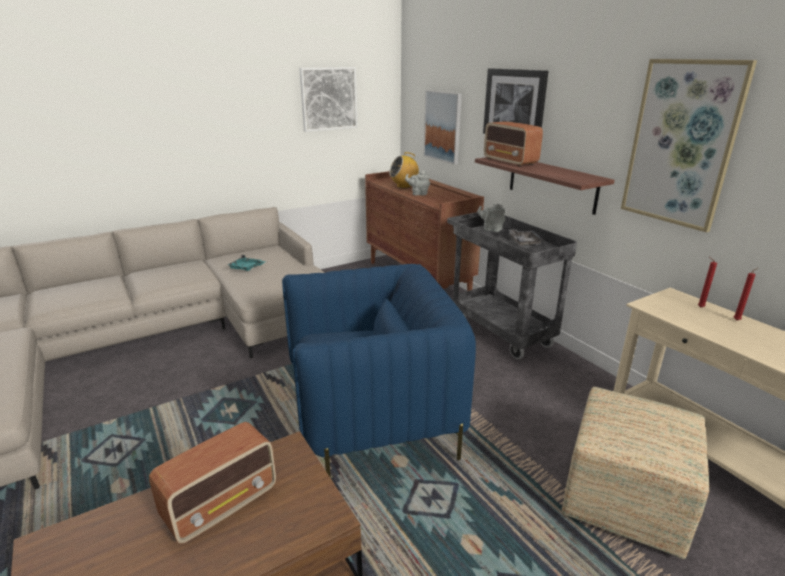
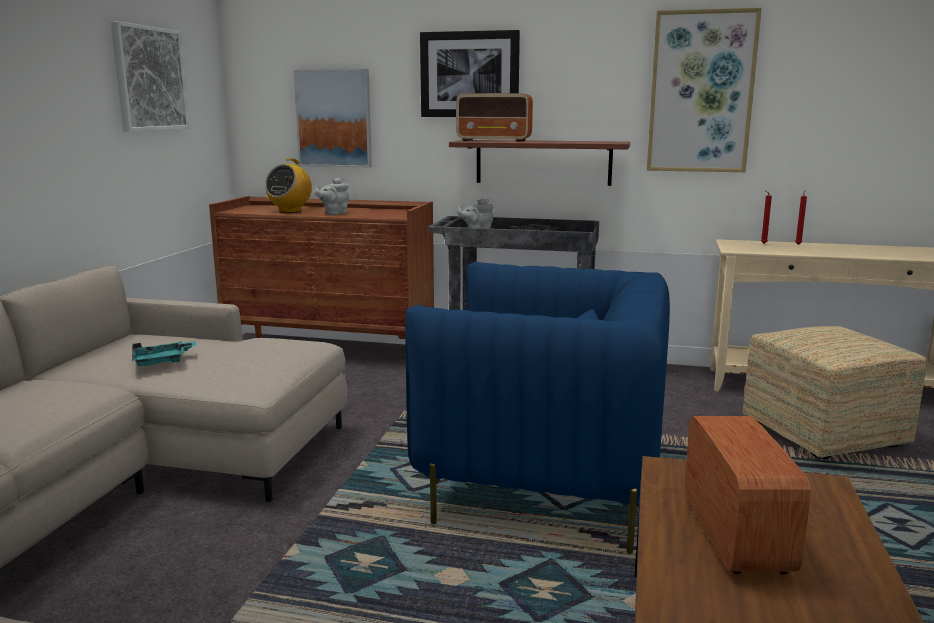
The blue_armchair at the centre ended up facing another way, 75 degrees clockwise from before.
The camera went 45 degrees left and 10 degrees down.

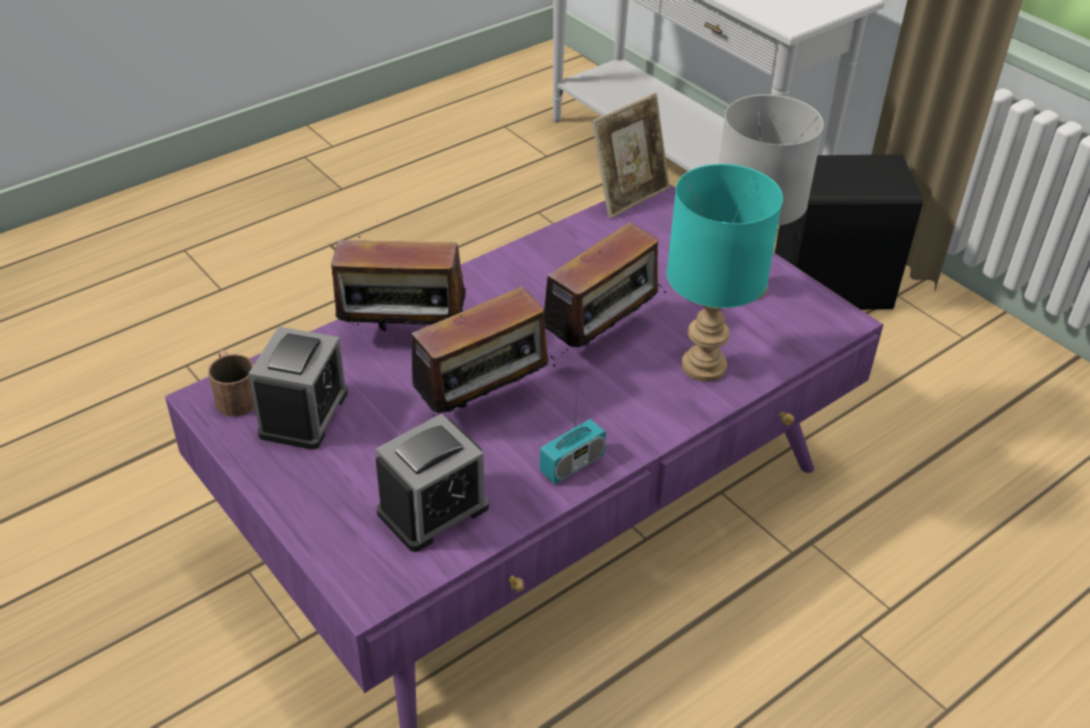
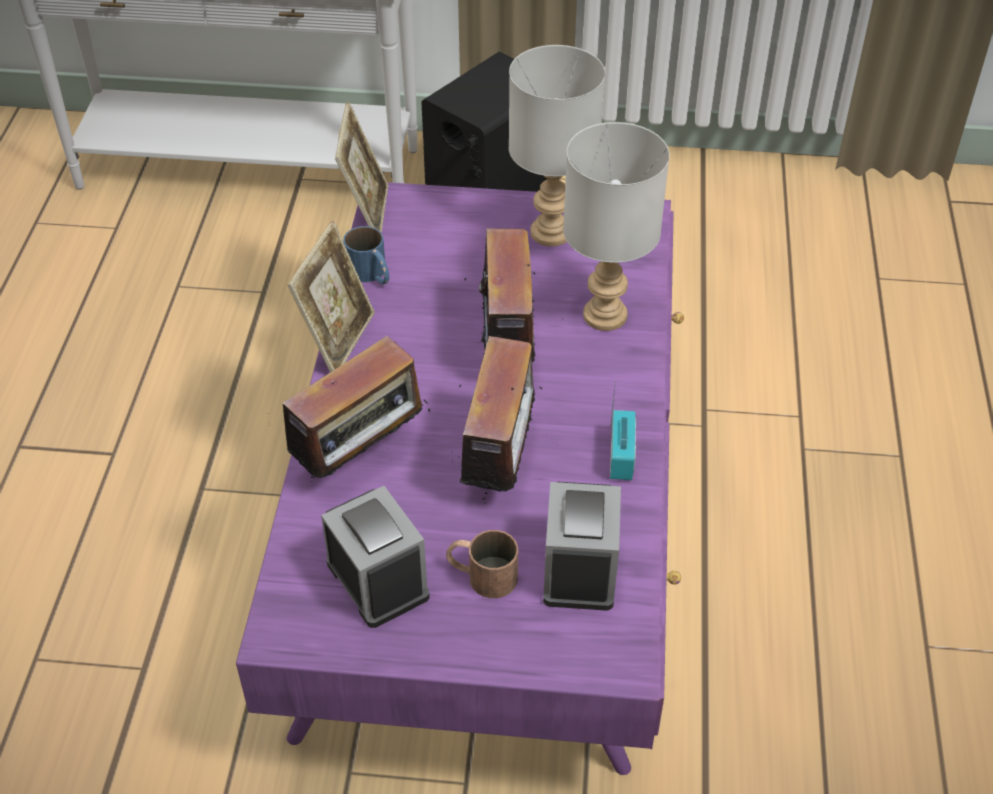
The second view gained the picture_frame (no. 1 from left) at the centre.
The second view gained the blue_mug at the top centre.
The brown_mug ended up elsewhere, having gone from the middle left to the bottom centre.
What was the turquoise_table_lamp at the centre turned into the grey_table_lamp (no. 2 from left) at the top centre.
The camera went 45 degrees left and 5 degrees up.

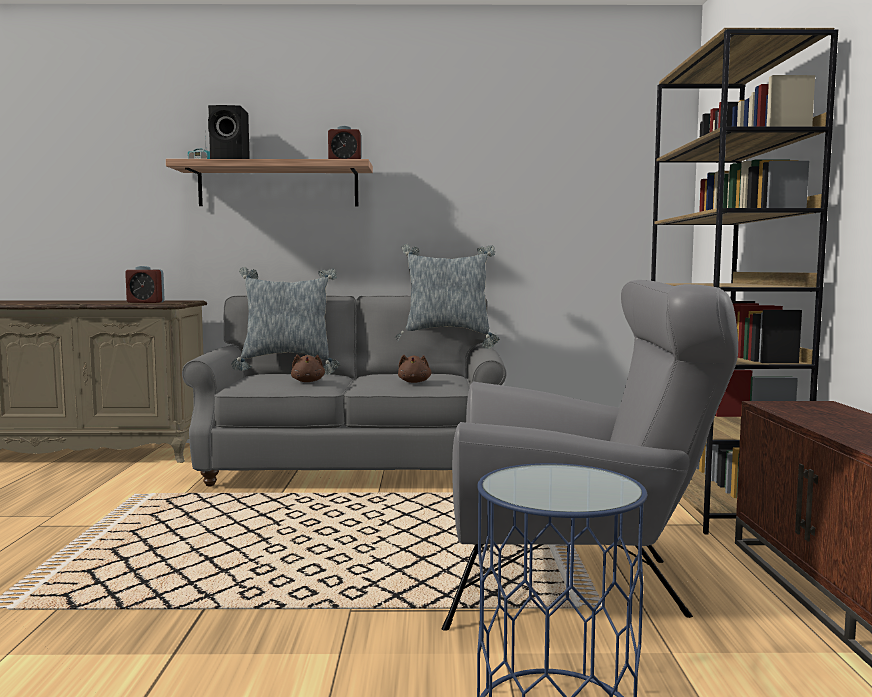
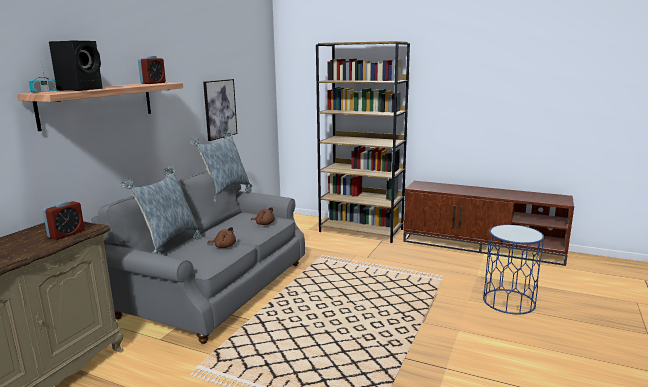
The second view lost the grey_armchair at the middle right.
The second view gained the picture at the top centre.
The camera went 65 degrees left and 10 degrees up.

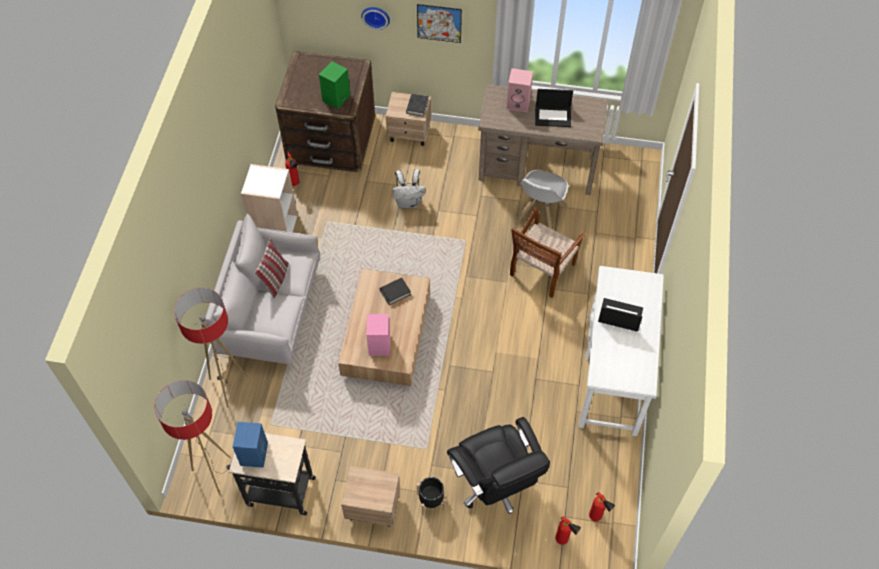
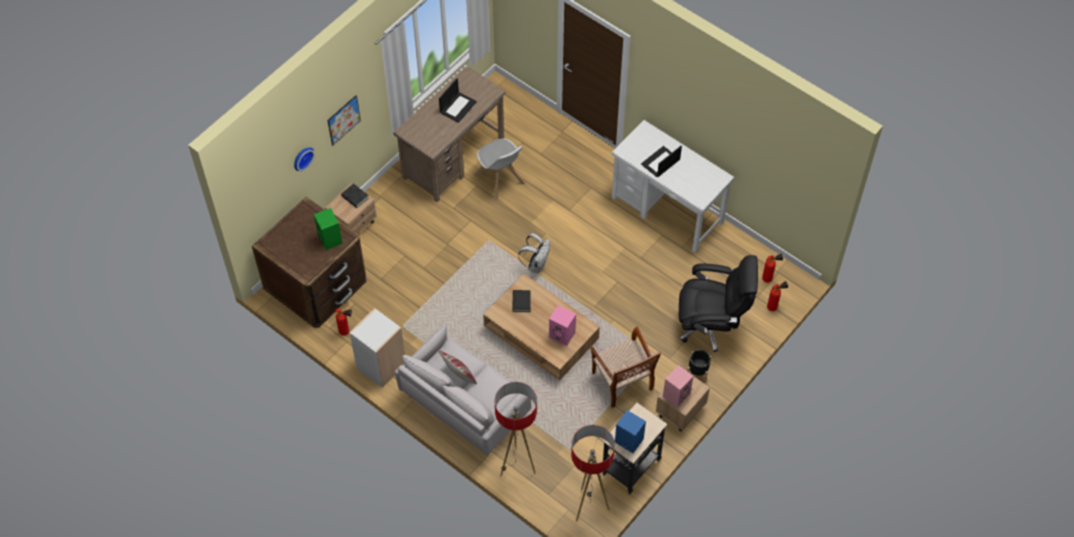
The white_backpack ended up elsewhere, having gone from the top centre to the centre.
The pink_speaker (no. 2 from left) ended up elsewhere, having gone from the top centre to the bottom centre.
The brown_armchair ended up elsewhere, having gone from the centre to the bottom centre.
The camera went 60 degrees left and 0 degrees up.

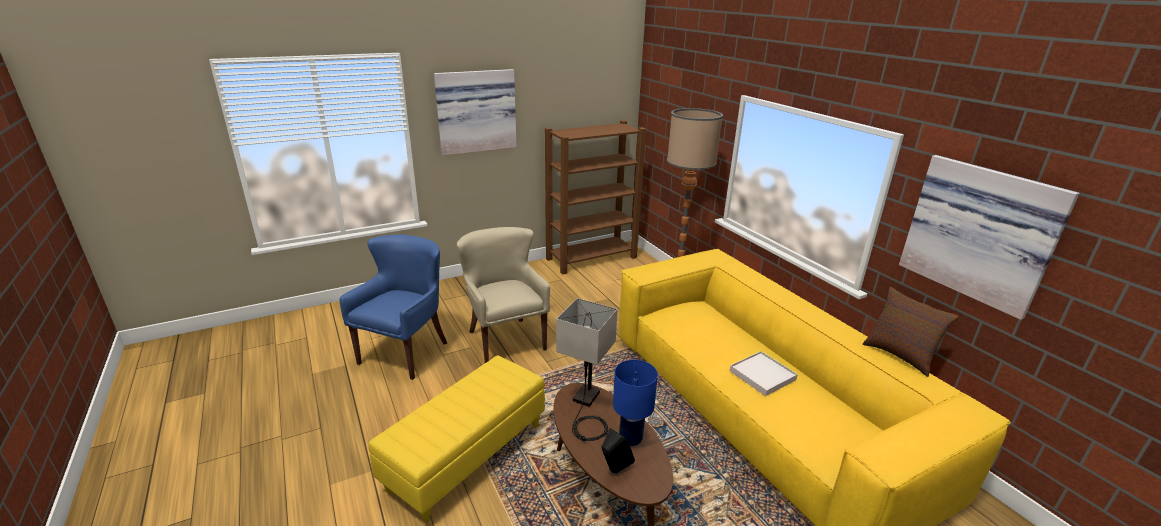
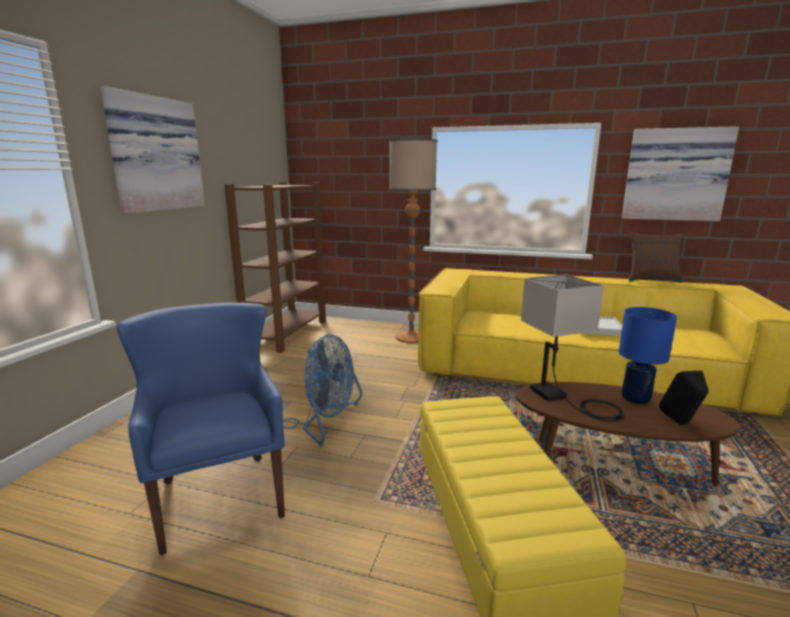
Where the beige_armchair stood at the centre, the blue_fan came to stand at the centre.
The camera went 45 degrees left and 10 degrees down.

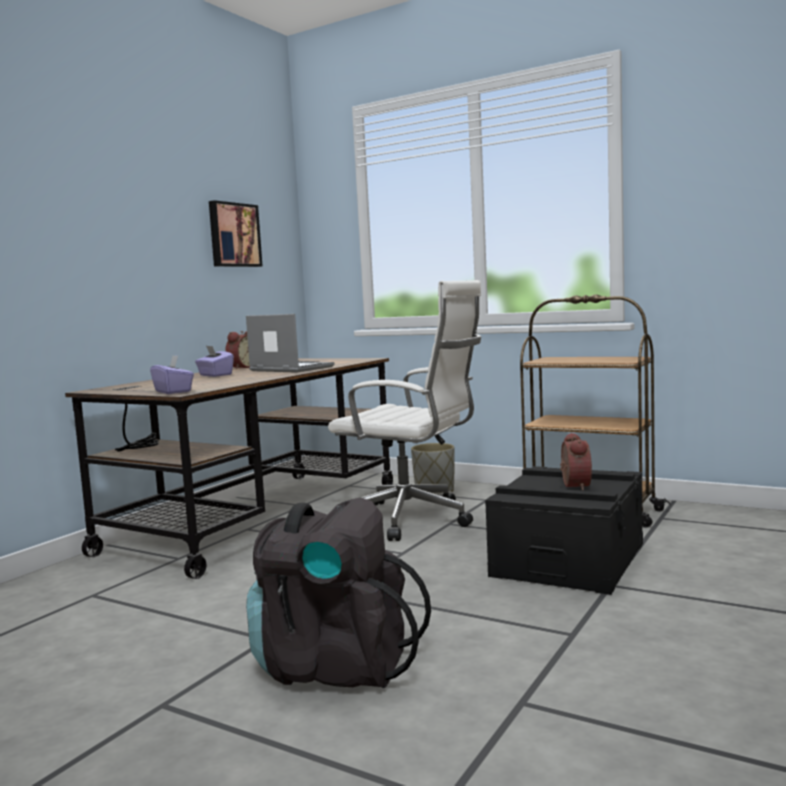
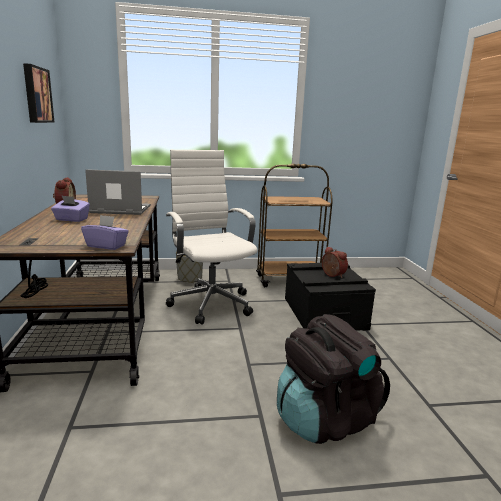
The white_office_chair at the centre ended up facing another way, 105 degrees counterclockwise from before.
The camera went 40 degrees left and 10 degrees up.

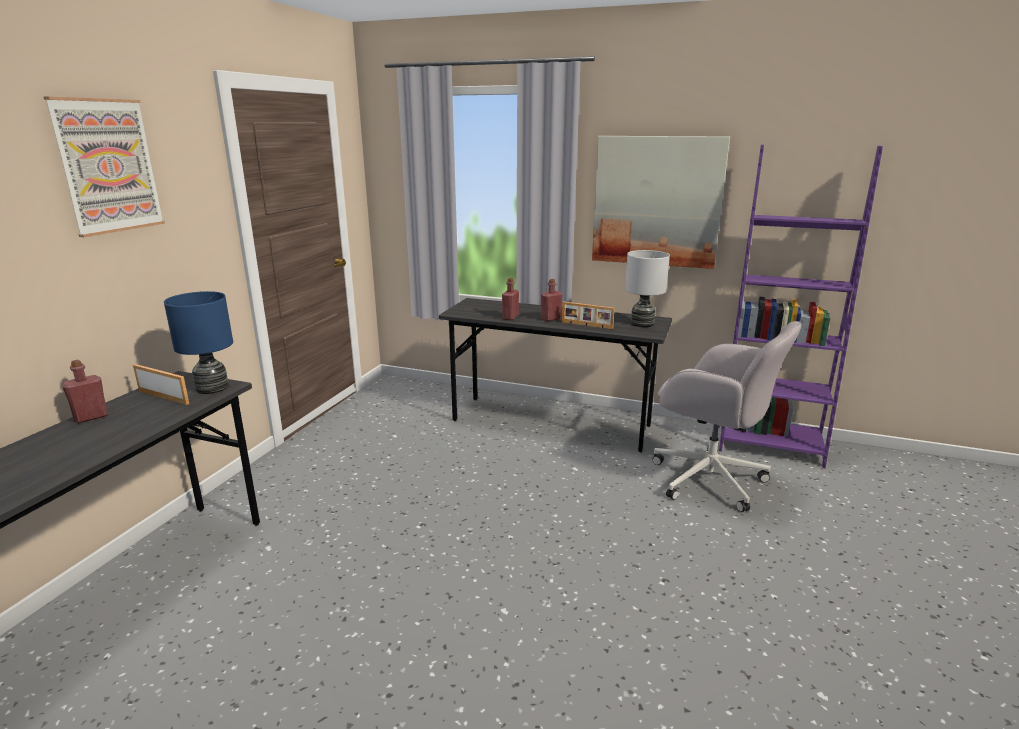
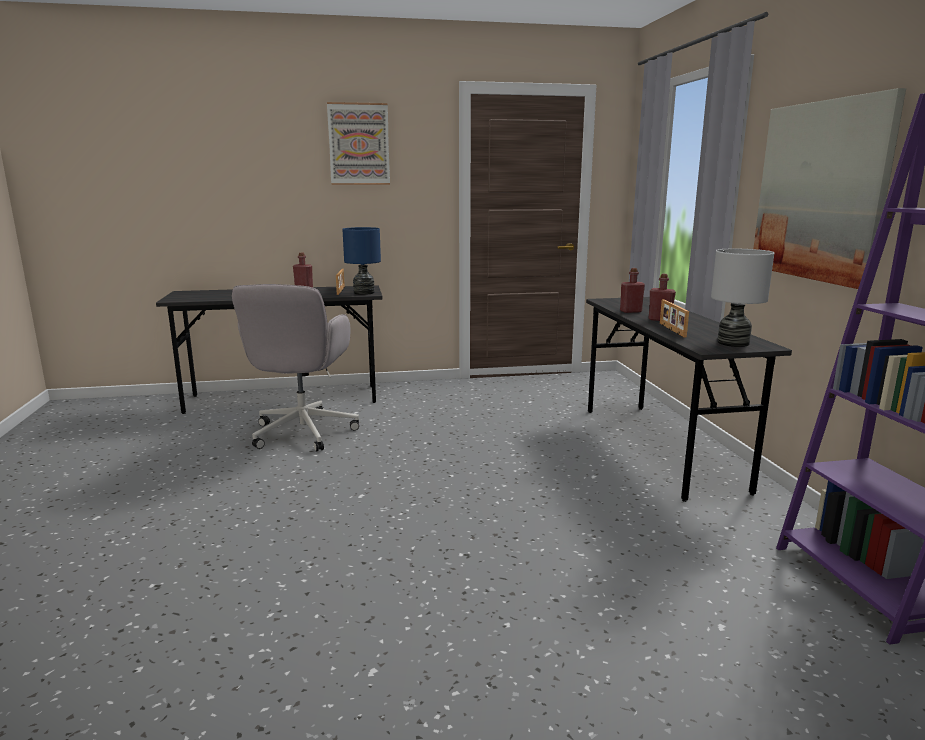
The grey_office_chair ended up elsewhere, having gone from the middle right to the middle left.
The camera went 60 degrees right and 5 degrees down.

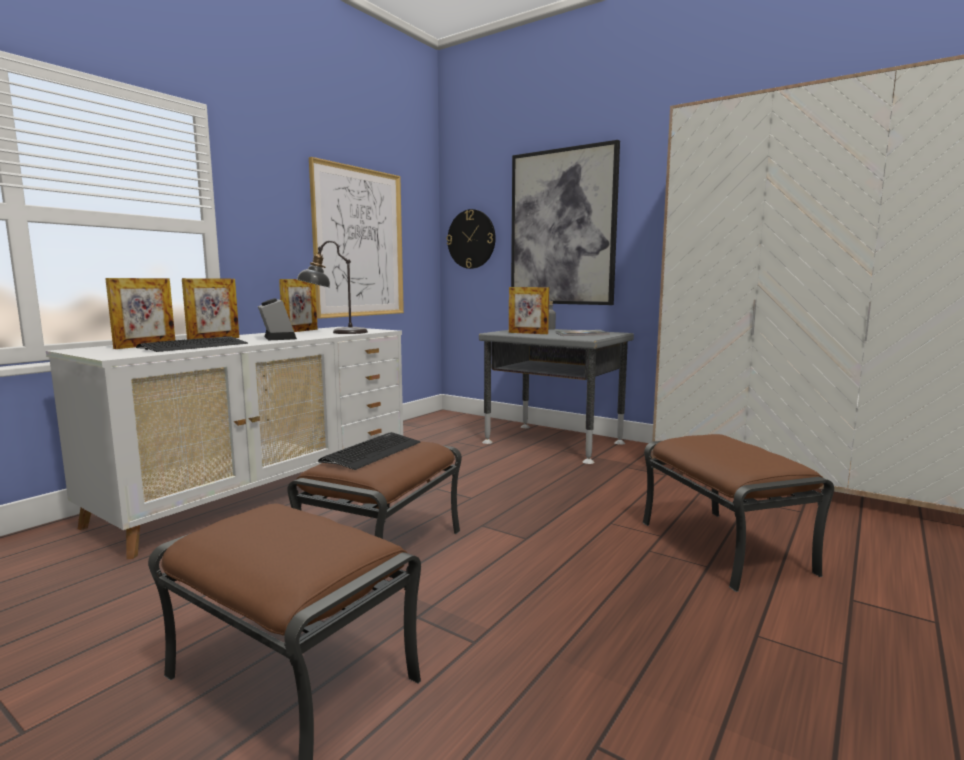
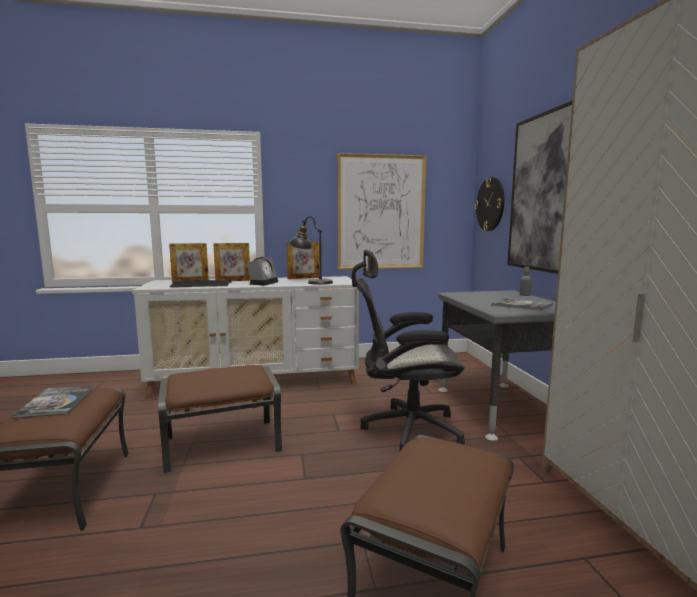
The second view lost the keyboard (no. 2 from left) at the centre.
The second view lost the picture_frame (no. 4 from left) at the centre.
The second view gained the book (no. 1 from left) at the bottom left.
The second view gained the office_chair at the centre.
The camera went 45 degrees right and 0 degrees up.

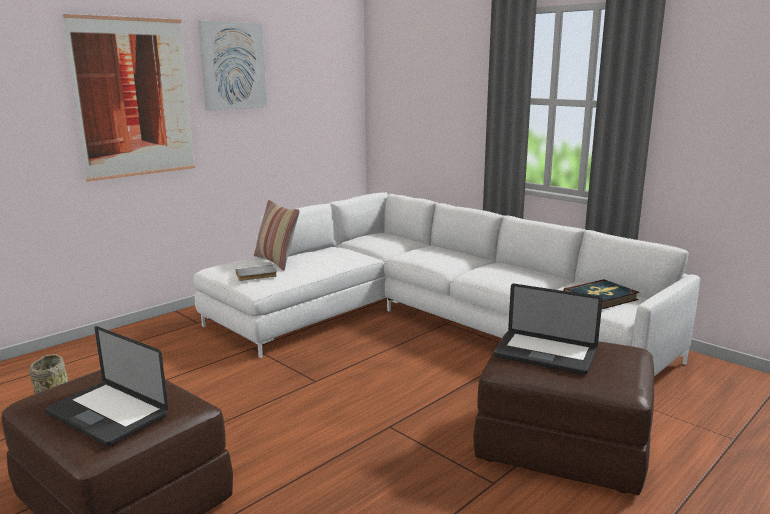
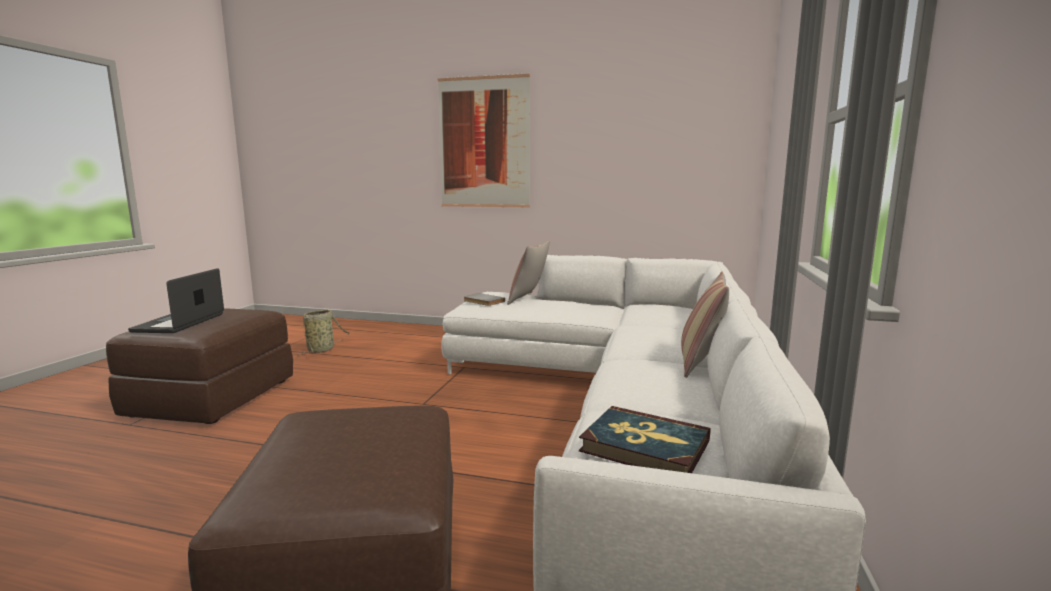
The second view lost the picture (no. 2 from left) at the top left.
The second view lost the laptop (no. 2 from left) at the middle right.
The second view gained the pillow (no. 2 from left) at the middle right.
The camera went 60 degrees right and 5 degrees down.

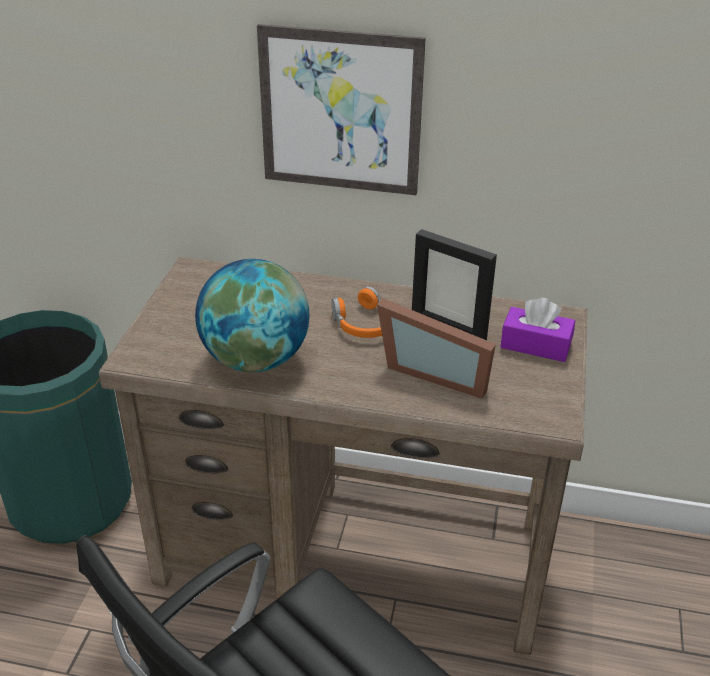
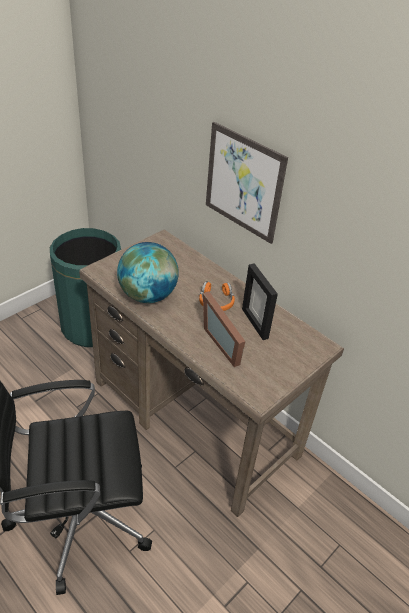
The second view lost the purple_tissue_box at the middle right.
The camera went 30 degrees right and 5 degrees up.

